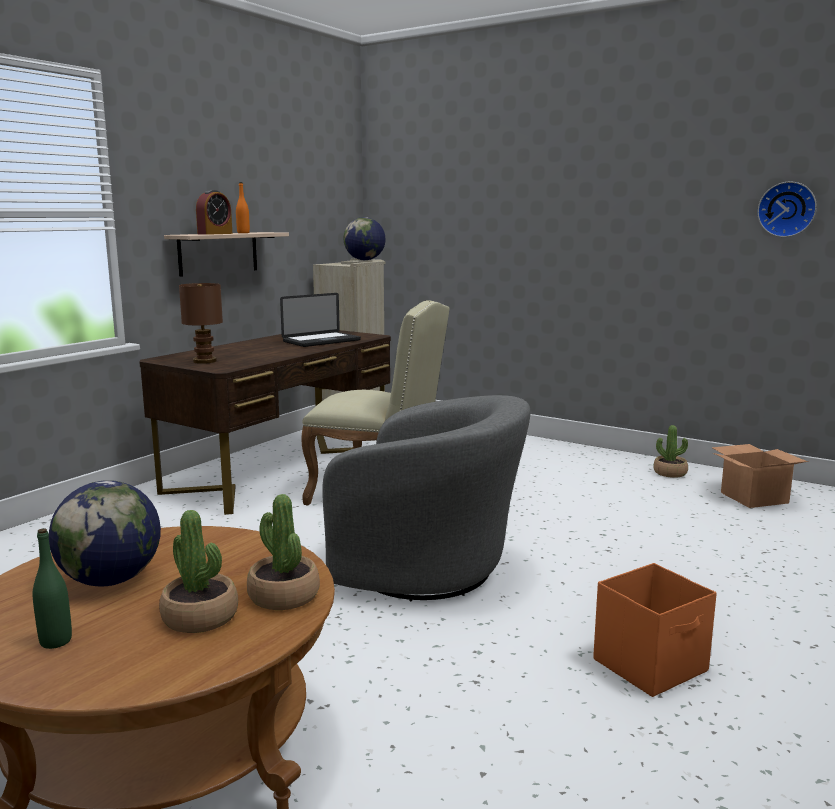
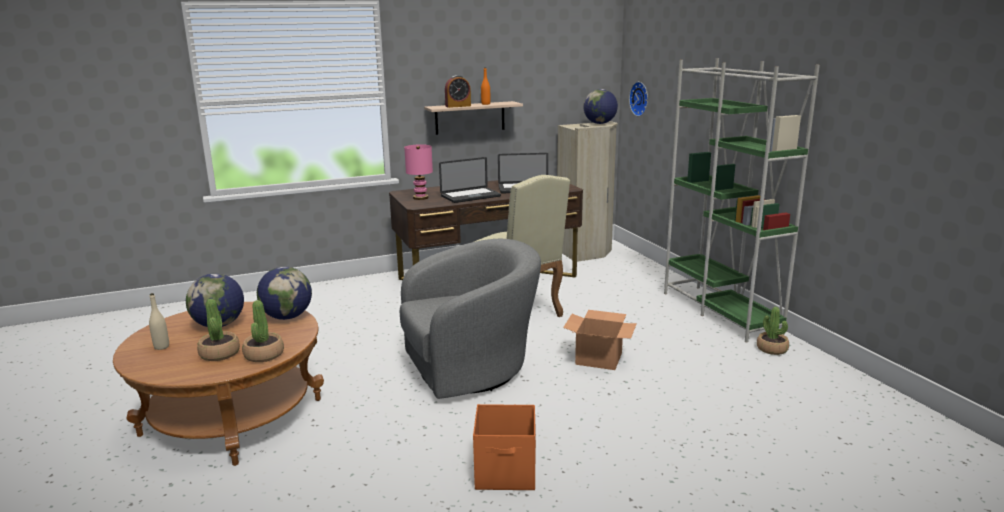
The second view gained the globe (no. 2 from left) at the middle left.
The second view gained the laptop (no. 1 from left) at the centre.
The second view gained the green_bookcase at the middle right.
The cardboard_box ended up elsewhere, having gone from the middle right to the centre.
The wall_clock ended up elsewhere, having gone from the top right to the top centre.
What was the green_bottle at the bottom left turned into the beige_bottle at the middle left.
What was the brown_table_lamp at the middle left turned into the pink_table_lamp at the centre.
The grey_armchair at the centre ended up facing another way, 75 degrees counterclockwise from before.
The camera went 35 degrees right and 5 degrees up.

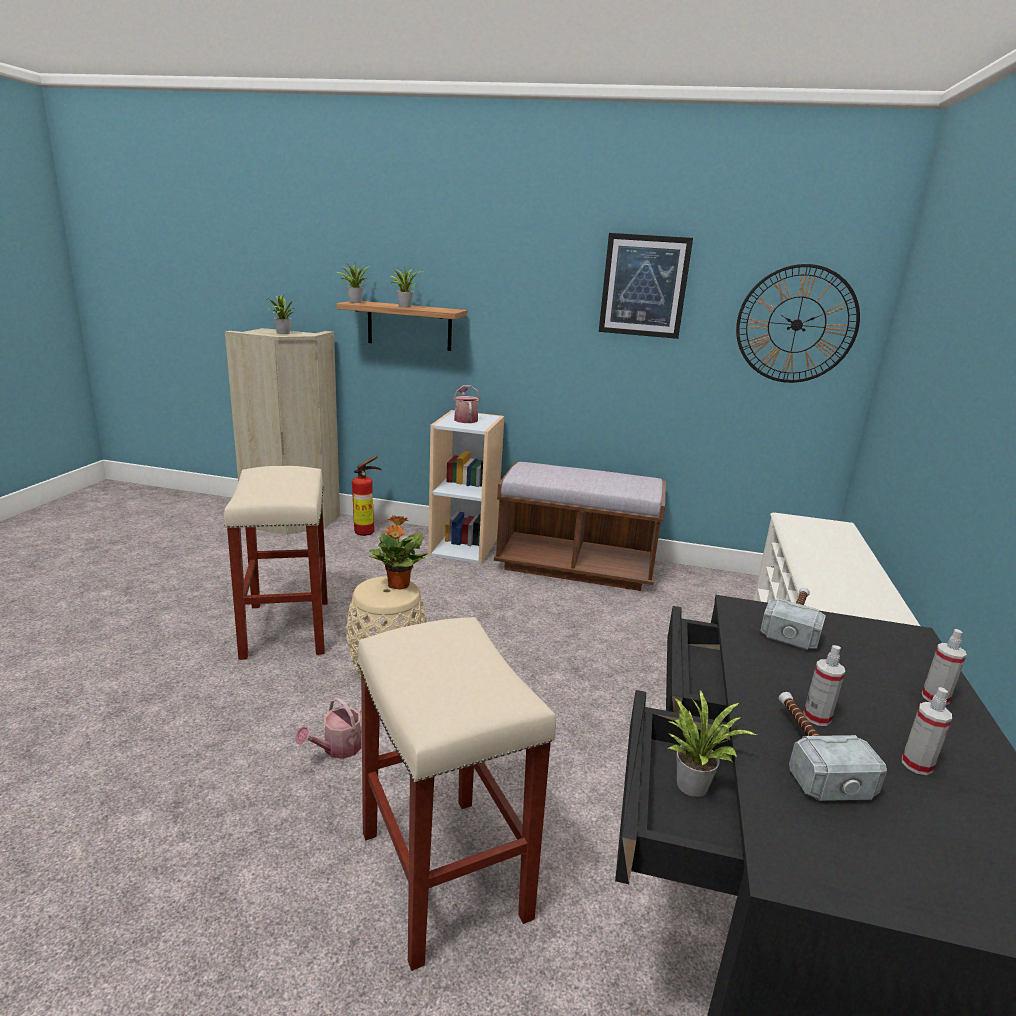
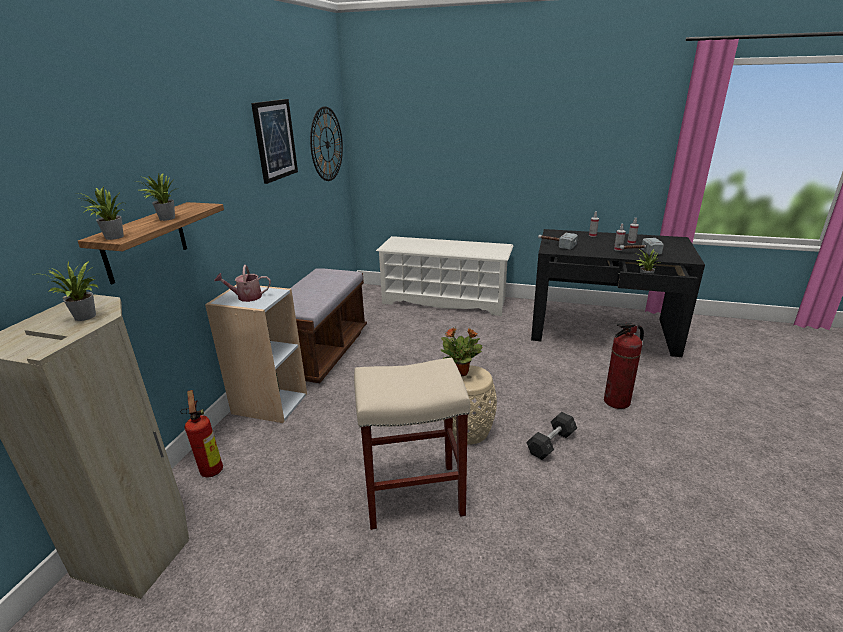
Where the watering_can (no. 1 from left) stood at the bottom left, the grey_dumbbell came to stand at the bottom centre.
Where the beige_stool (no. 3 from left) stood at the bottom centre, the fire_extinguisher (no. 2 from left) came to stand at the middle right.
The camera went 85 degrees left and 5 degrees up.

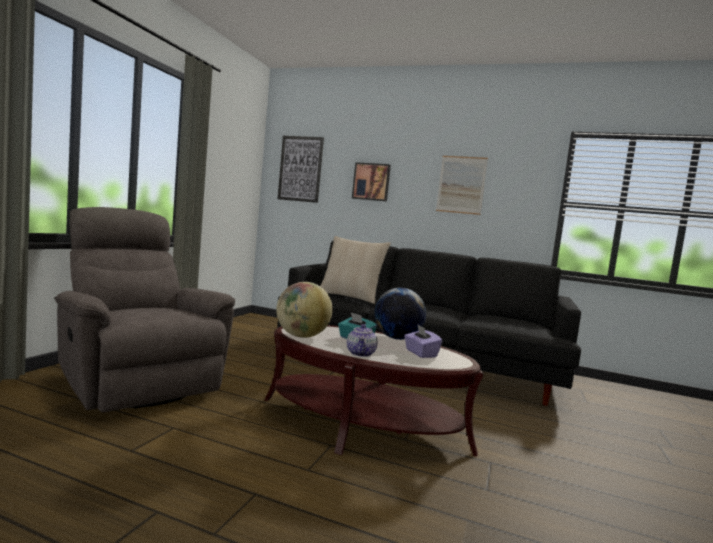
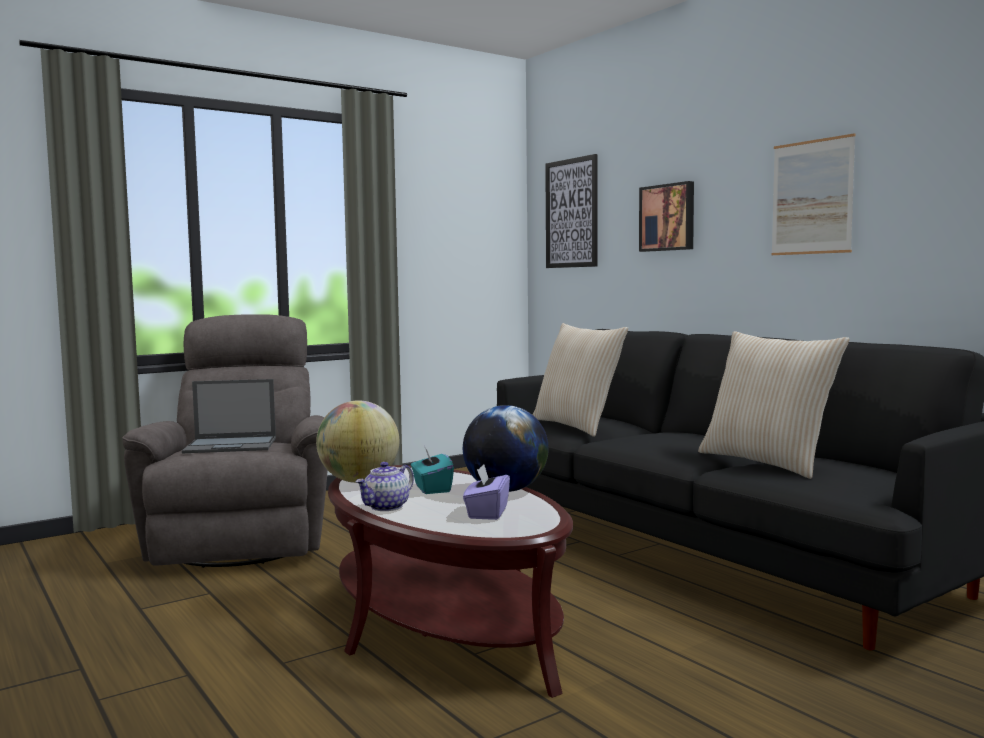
The second view gained the laptop at the middle left.
The second view gained the beige_pillow (no. 2 from left) at the middle right.
The camera went 35 degrees right and 0 degrees up.

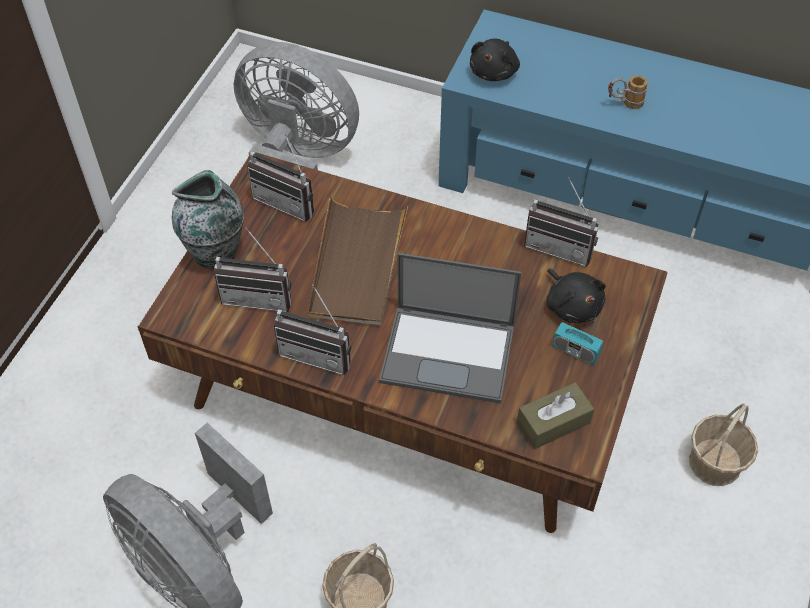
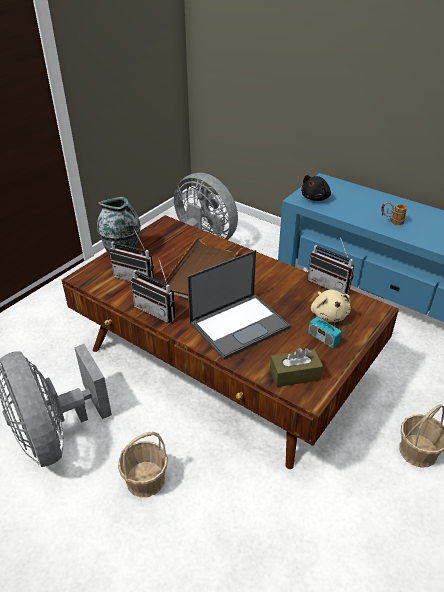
The second view lost the radio (no. 2 from left) at the top centre.
What was the black_plush_toy (no. 2 from left) at the middle right turned into the beige_plush_toy at the middle right.
The laptop at the centre ended up facing another way, 60 degrees counterclockwise from before.
The camera went 15 degrees right and 15 degrees down.

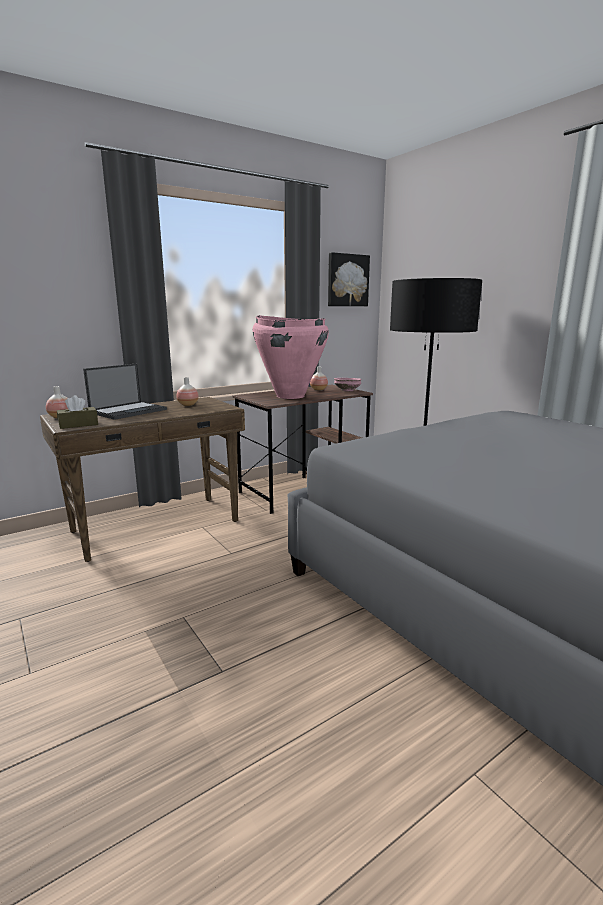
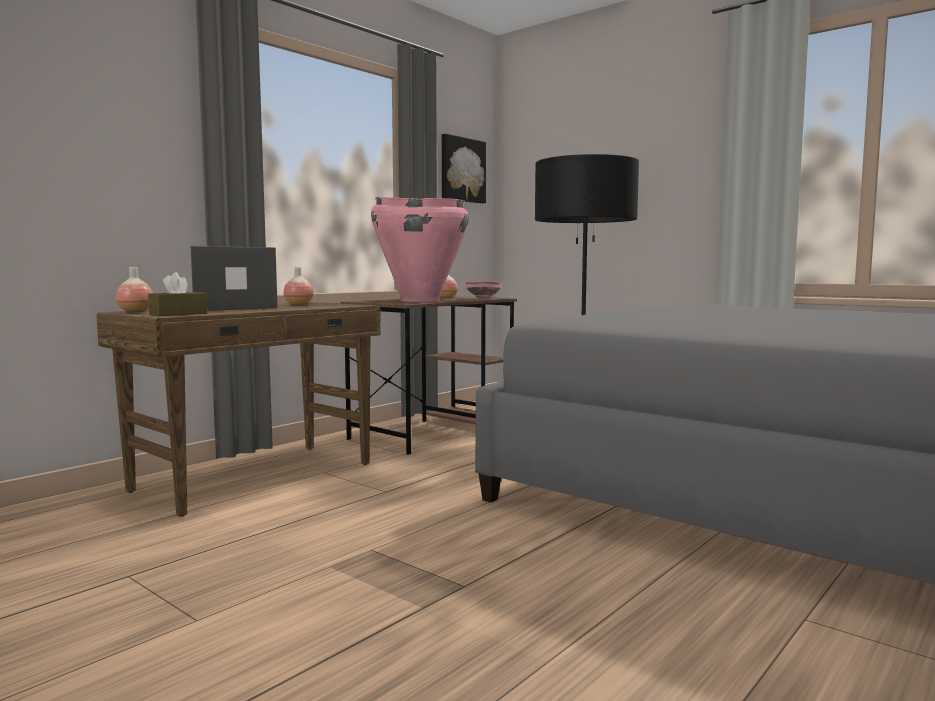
The laptop at the middle left ended up facing another way, 150 degrees counterclockwise from before.
The camera went 15 degrees left and 10 degrees down.

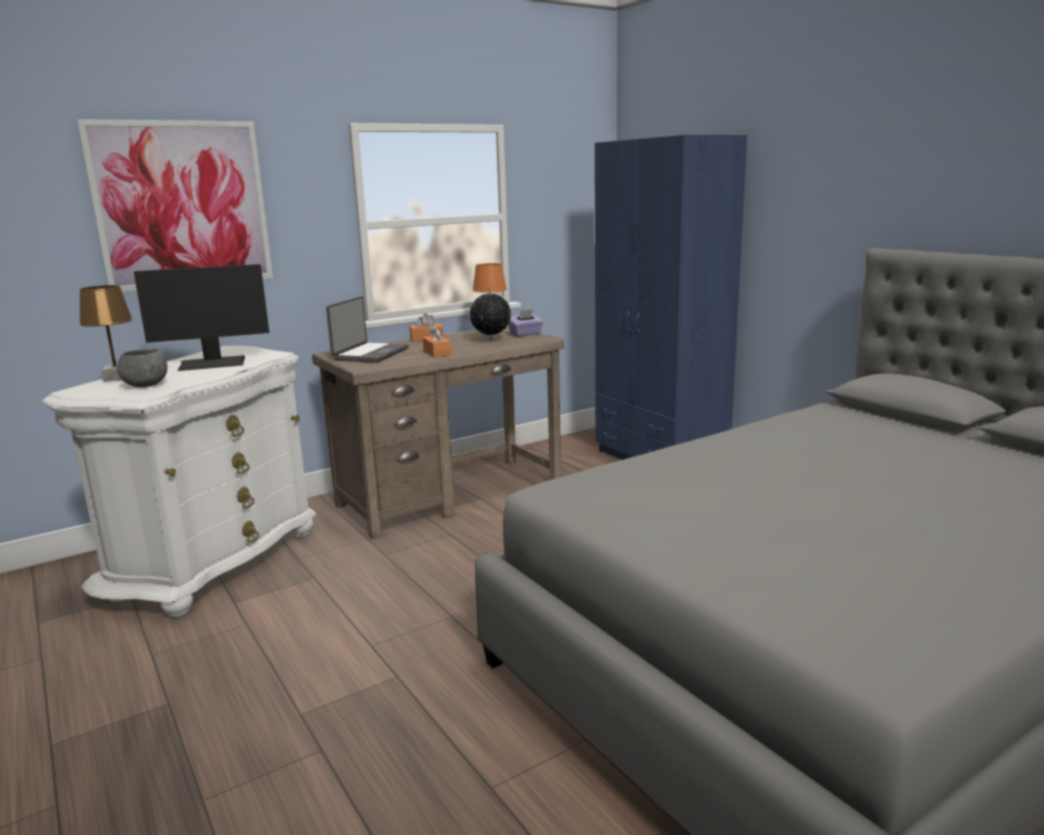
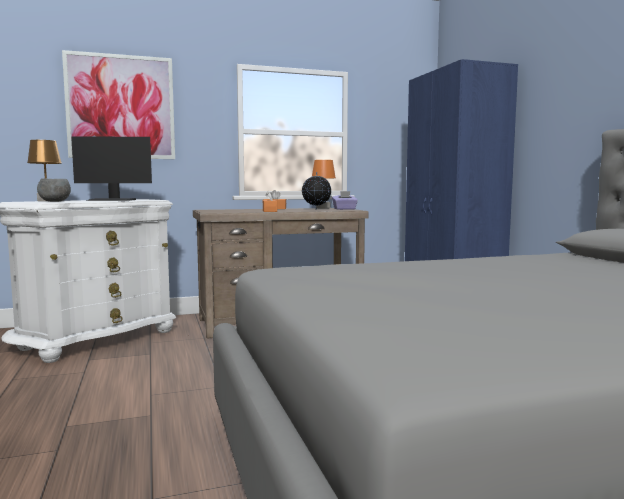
The second view lost the laptop at the centre.
The camera went 15 degrees right and 10 degrees down.

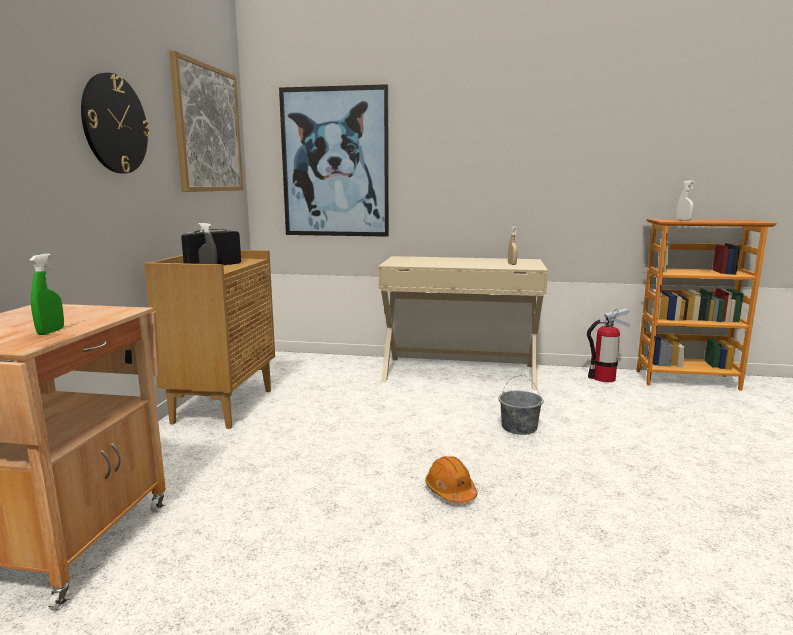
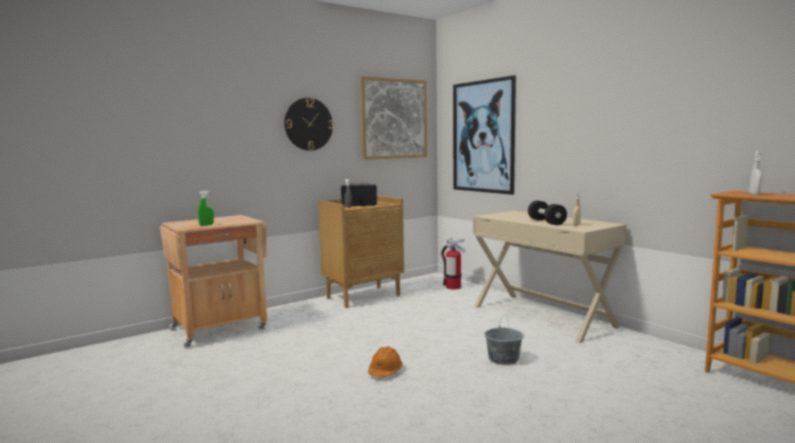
The second view gained the black_dumbbell at the middle right.
The fire_extinguisher ended up elsewhere, having gone from the middle right to the centre.
The camera went 45 degrees right and 5 degrees down.

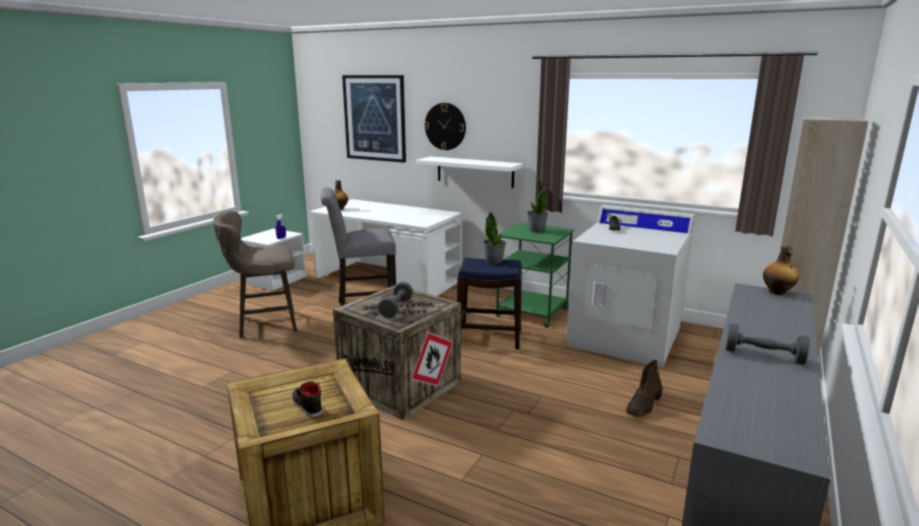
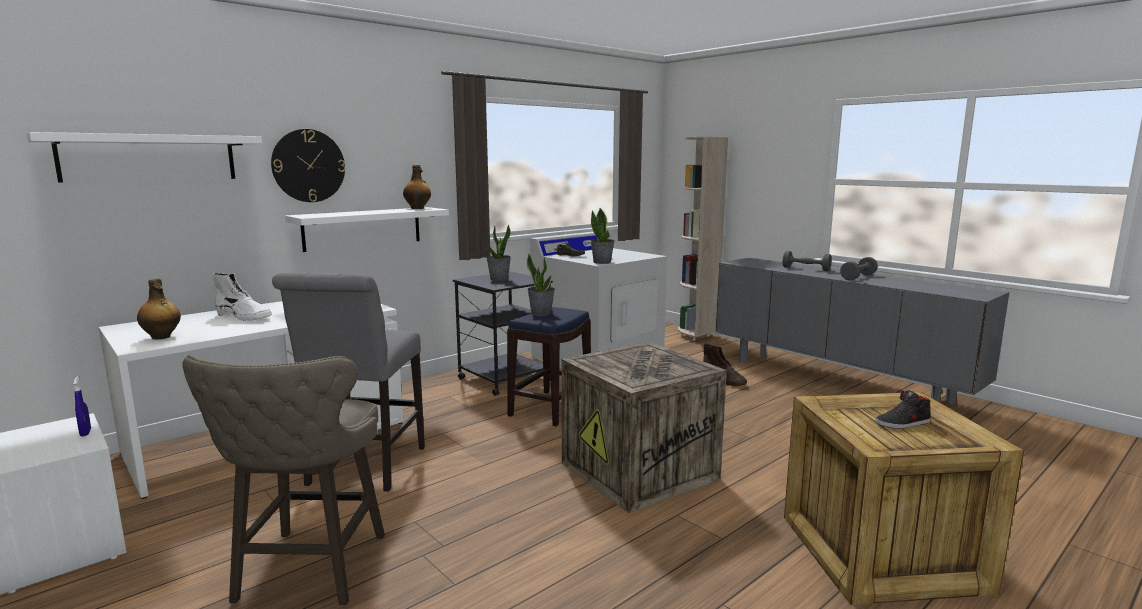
The second view gained the white_boot at the middle left.
The second view gained the potted_plant (no. 3 from left) at the centre.
The grey_dumbbell (no. 1 from left) ended up elsewhere, having gone from the centre to the middle right.
The bottle (no. 2 from left) ended up elsewhere, having gone from the middle right to the top centre.
Where the picture hung at the top centre, the white_shelf (no. 1 from left) came to hang at the top left.
What was the green_cart at the centre turned into the black_cart at the centre.
The camera went 70 degrees left and 5 degrees down.

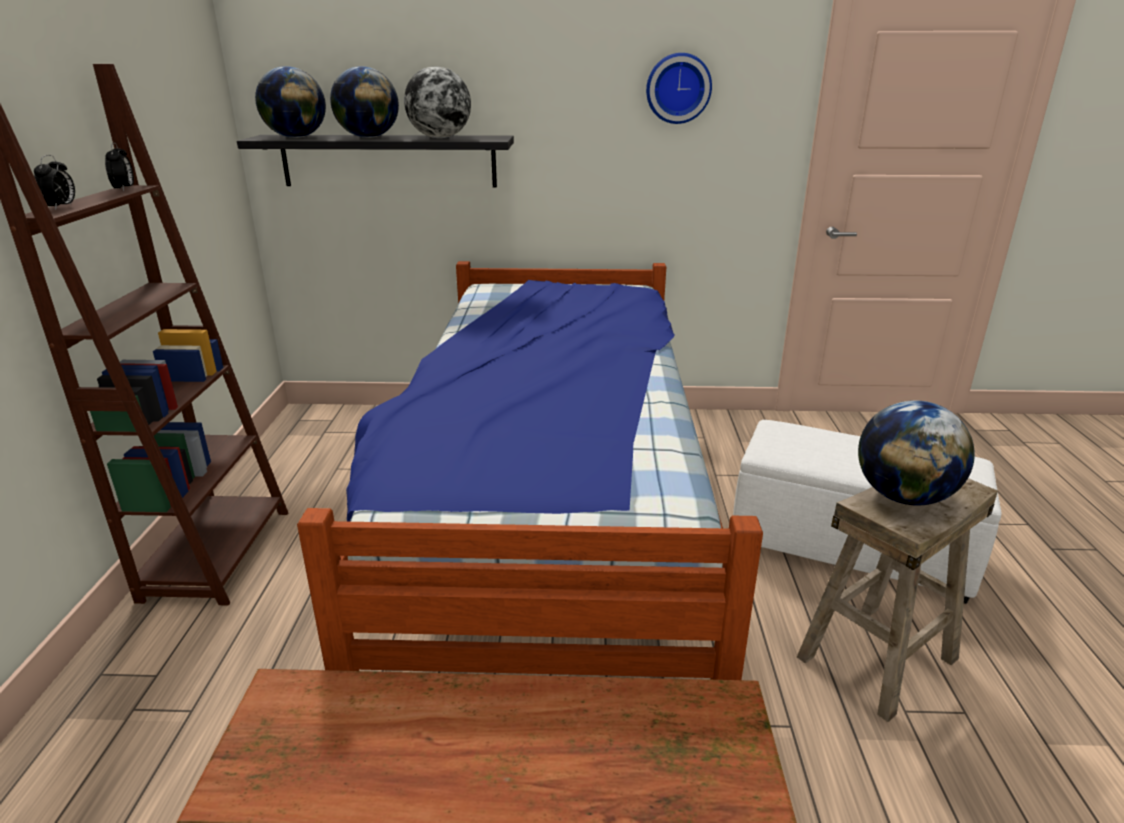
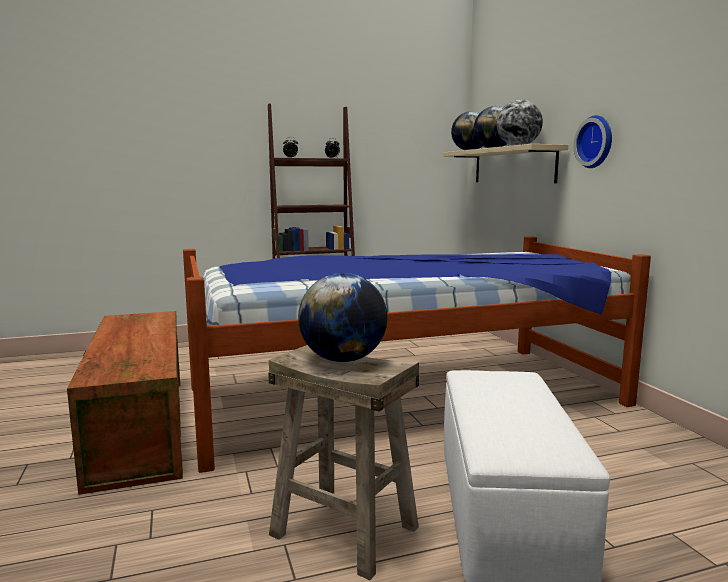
The wall_clock ended up elsewhere, having gone from the top centre to the top right.
What was the black_shelf at the top centre turned into the beige_shelf at the top right.
The camera went 70 degrees right and 15 degrees down.

